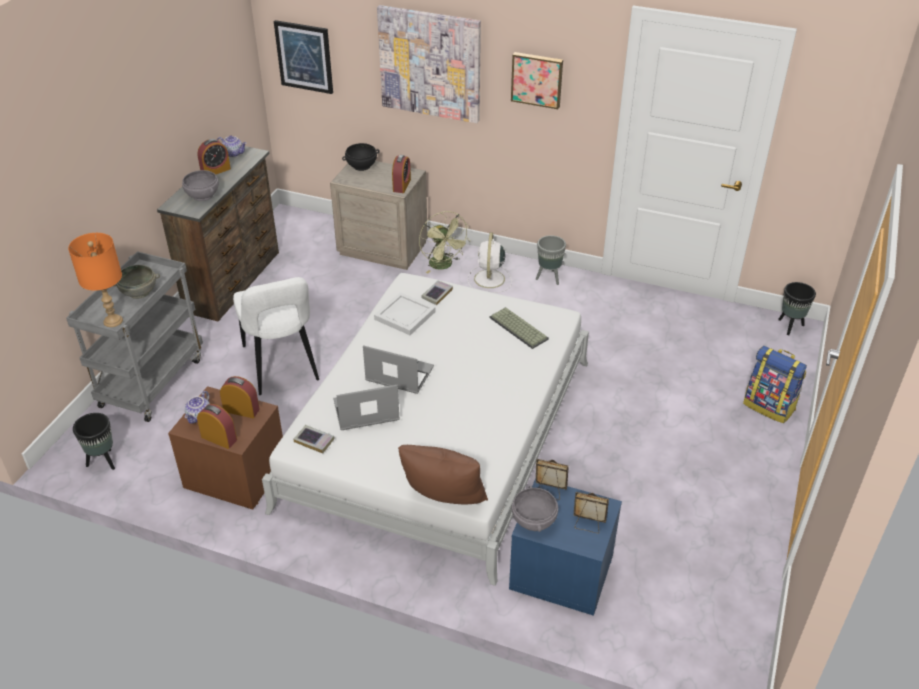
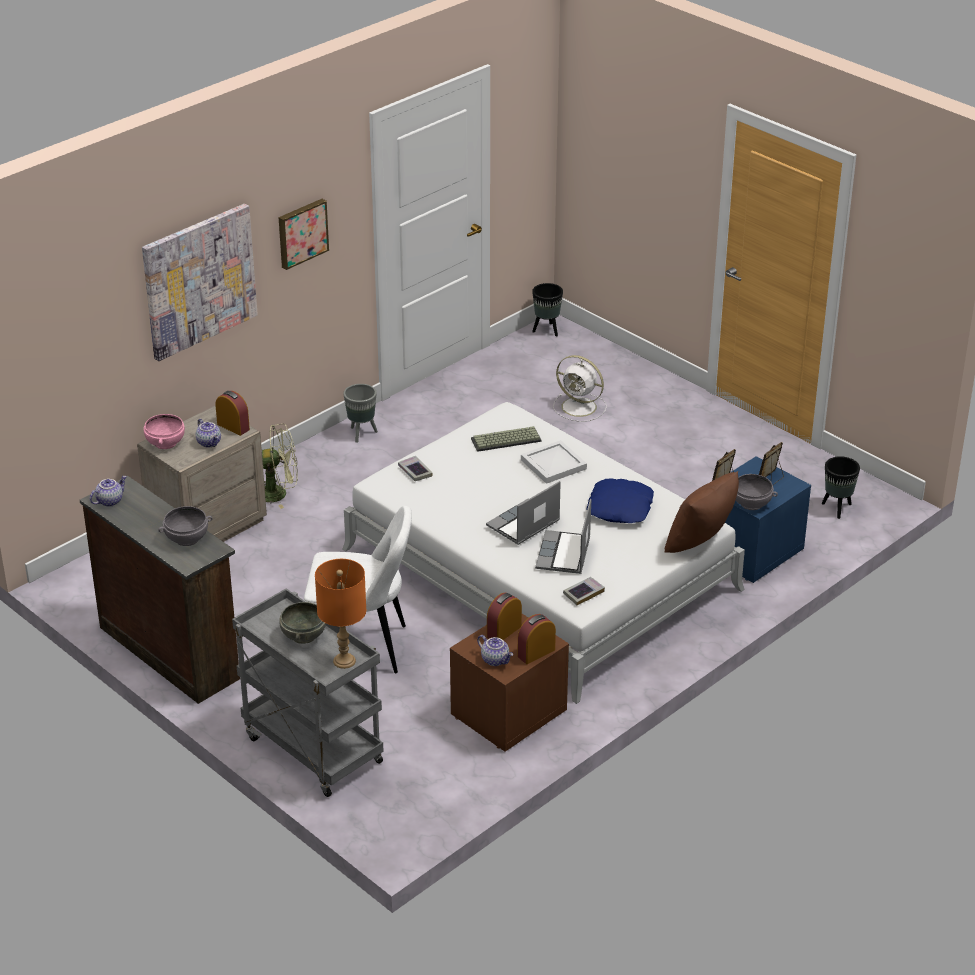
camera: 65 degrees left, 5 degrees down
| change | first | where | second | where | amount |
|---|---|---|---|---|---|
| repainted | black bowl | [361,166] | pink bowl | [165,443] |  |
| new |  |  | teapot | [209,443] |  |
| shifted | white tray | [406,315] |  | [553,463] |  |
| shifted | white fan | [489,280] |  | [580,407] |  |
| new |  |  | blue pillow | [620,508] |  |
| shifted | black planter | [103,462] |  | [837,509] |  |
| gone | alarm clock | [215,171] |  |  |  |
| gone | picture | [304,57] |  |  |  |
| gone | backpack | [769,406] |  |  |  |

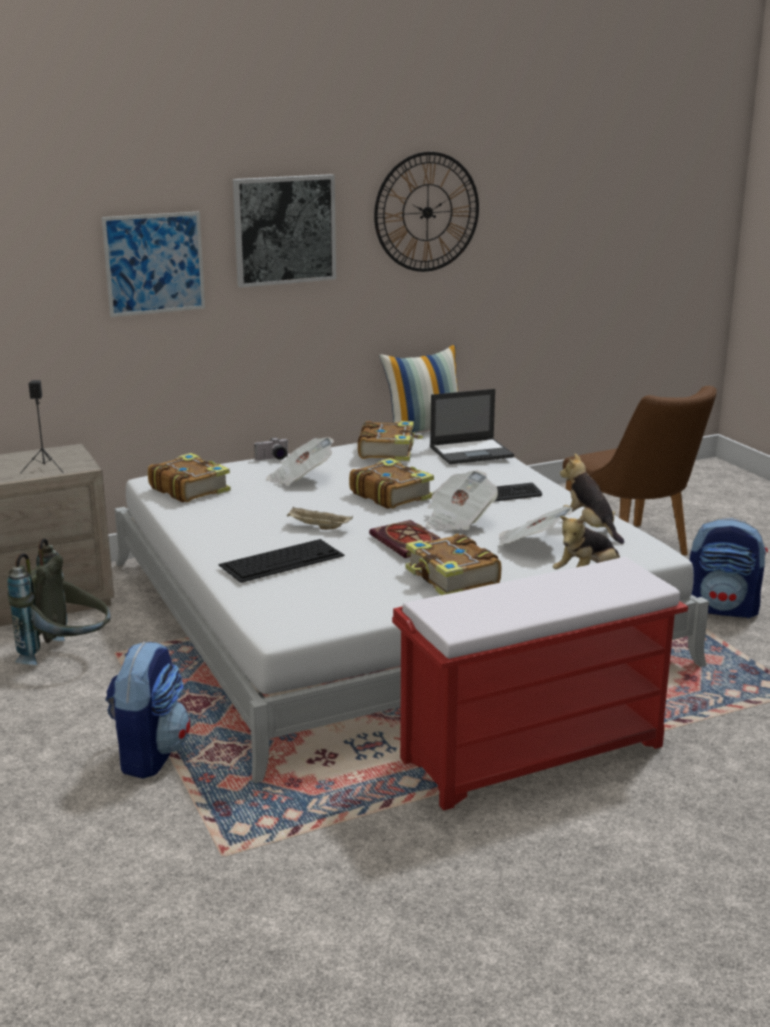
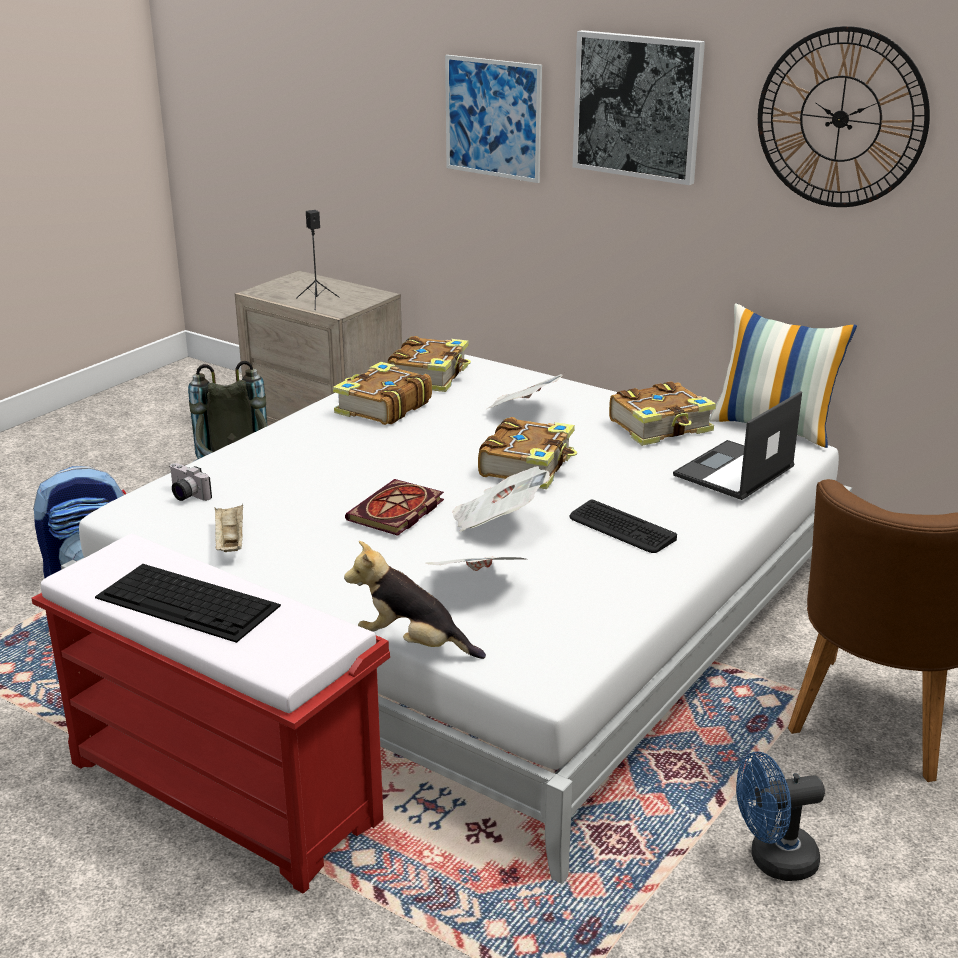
camera: 60 degrees right, 5 degrees up
| change | first | where | second | where | amount |
|---|---|---|---|---|---|
| shifted | keyboard | [282,560] |  | [189,602] |  |
| shifted | photo camera | [273,459] |  | [186,495] |  |
| shifted | beige tray | [318,527] |  | [230,541] |  |
| shifted | book | [451,578] |  | [382,407] |  |
| rotated | laptop | [472,452] |  | [733,471] | 90 degrees clockwise |
| swapped | backpack | [722,608] | blue fan | [773,861] |  |
| gone | plush toy | [590,527] |  |  |  |

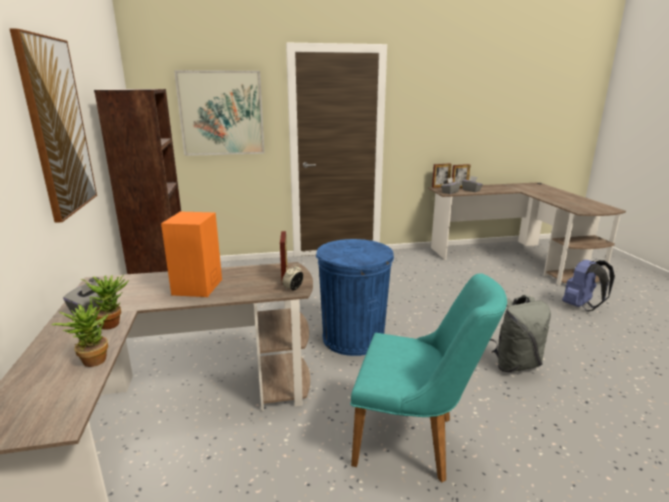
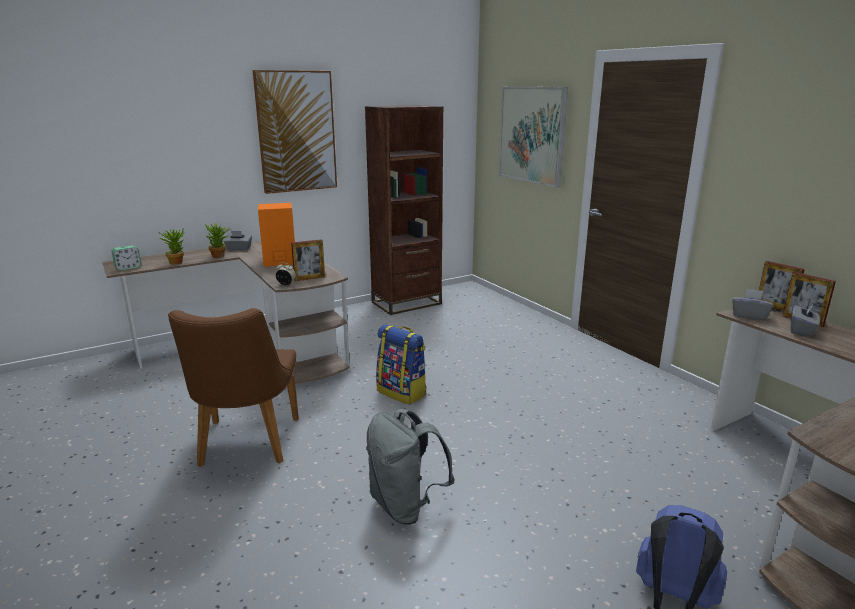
camera: 70 degrees right, 0 degrees up
| change | first | where | second | where | amount |
|---|---|---|---|---|---|
| new |  |  | alarm clock | [128,268] |  |
| repainted | turquoise chair | [415,441] | brown chair | [245,447] |  |
| swapped | blue trash can | [353,338] | backpack | [402,392] |  |

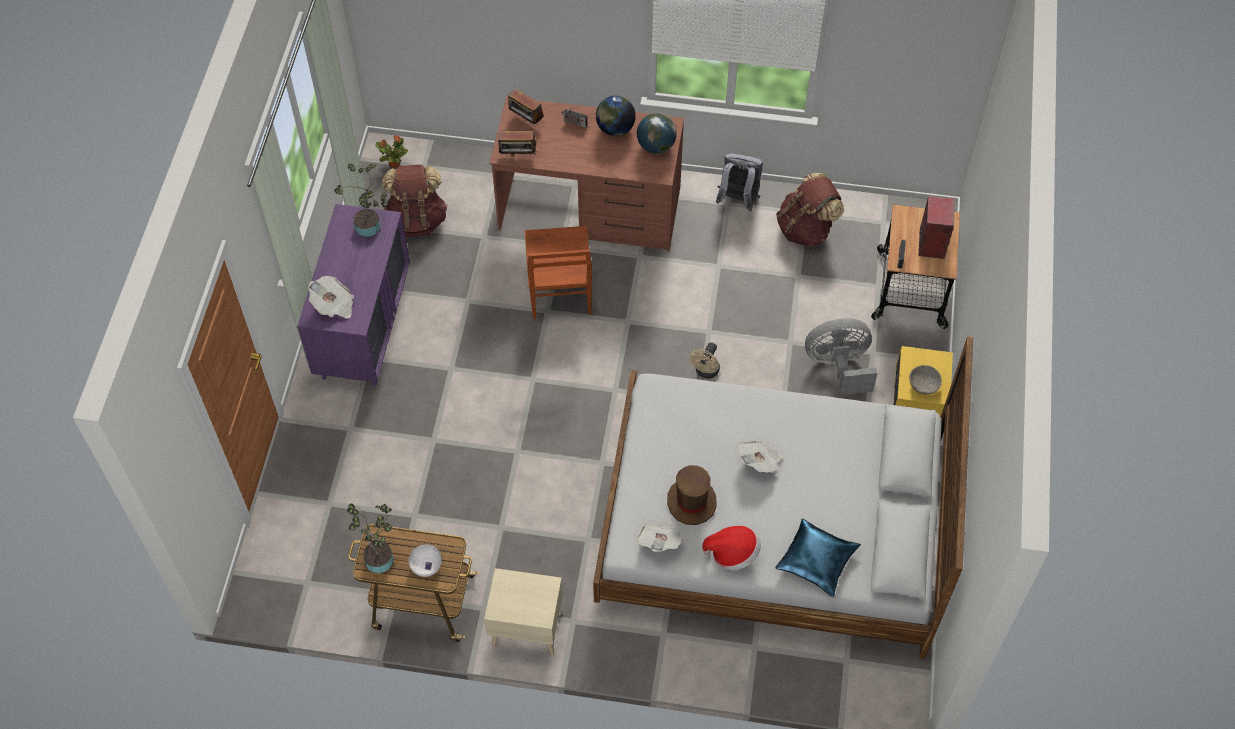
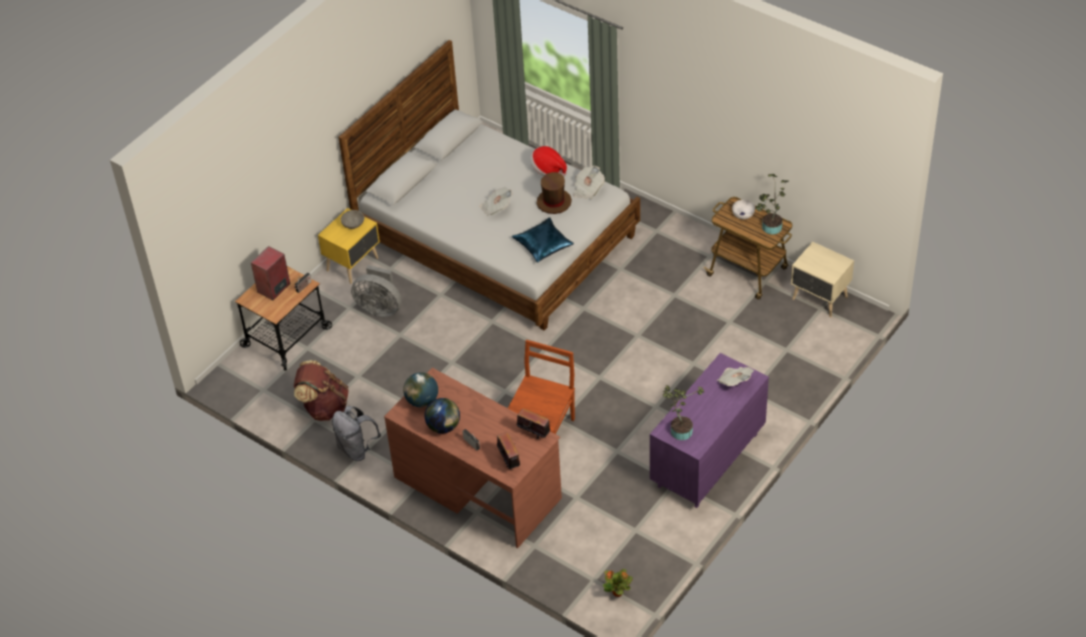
camera: 150 degrees left, 10 degrees down
| change | first | where | second | where | amount |
|---|---|---|---|---|---|
| shifted | blue pillow | [817,560] |  | [543,245] |  |
| shifted | beige nightstand | [526,627] |  | [820,299] |  |
| gone | brown backpack | [416,220] |  |  |  |
| gone | beige fan | [705,372] |  |  |  |

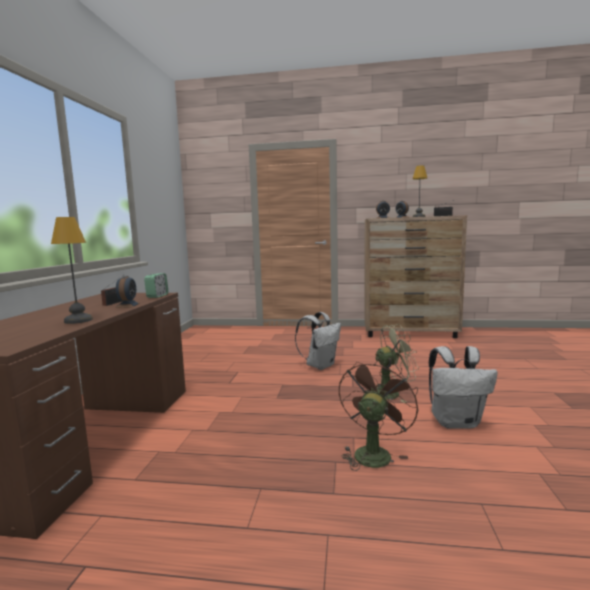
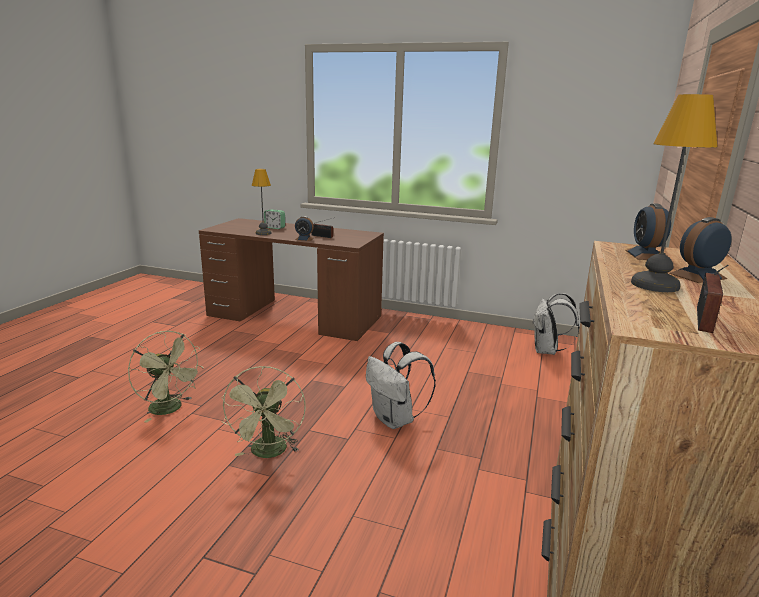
camera: 100 degrees right, 10 degrees up
| change | first | where | second | where | amount |
|---|---|---|---|---|---|
| repainted | brown fan | [373,452] | green fan | [170,409] |  |
| shifted | alarm clock | [157,296] |  | [275,228] |  |
| shifted | white backpack | [456,422] |  | [547,351] |  |

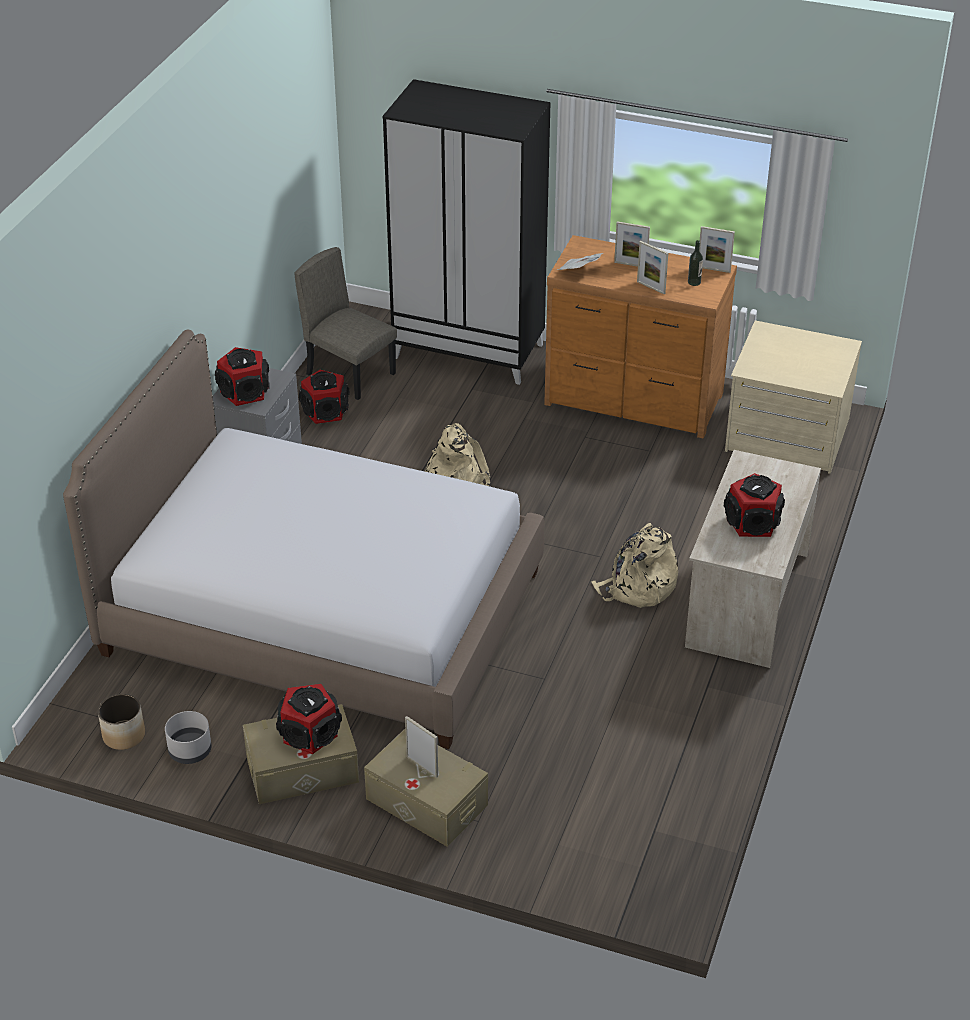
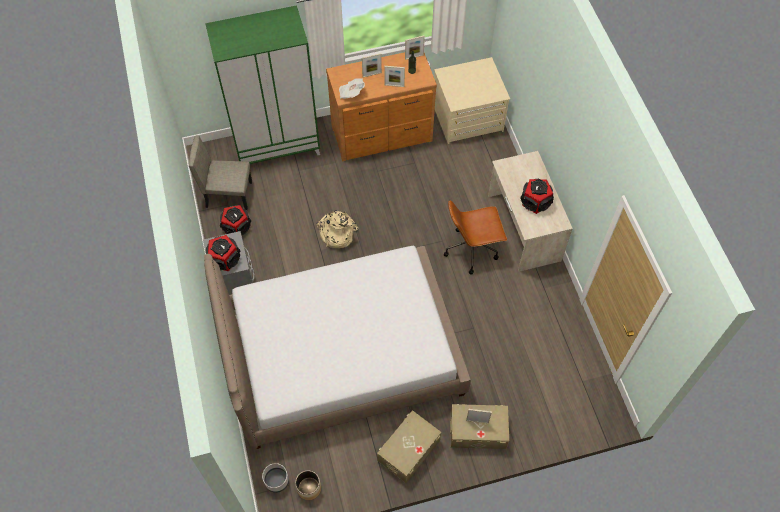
camera: 35 degrees left, 20 degrees up
| change | first | where | second | where | amount |
|---|---|---|---|---|---|
| repainted | black wardrobe | [469,351] | green wardrobe | [277,146] |  |
| shifted | grey planter | [189,750] |  | [276,481] |  |
| swapped | beige backpack | [637,587] | brown office chair | [472,249] |  |
| gone | speaker | [309,733] |  |  |  |

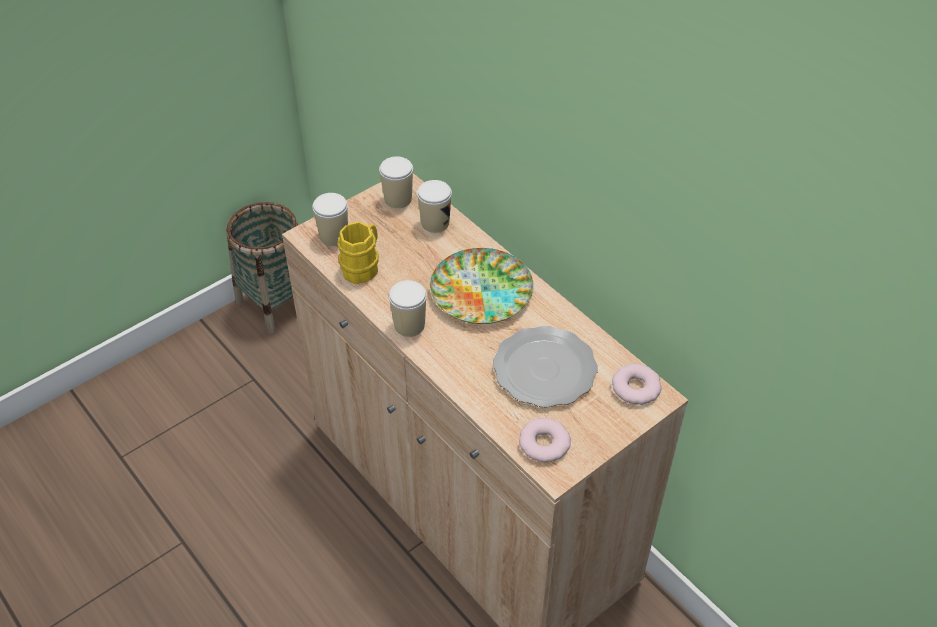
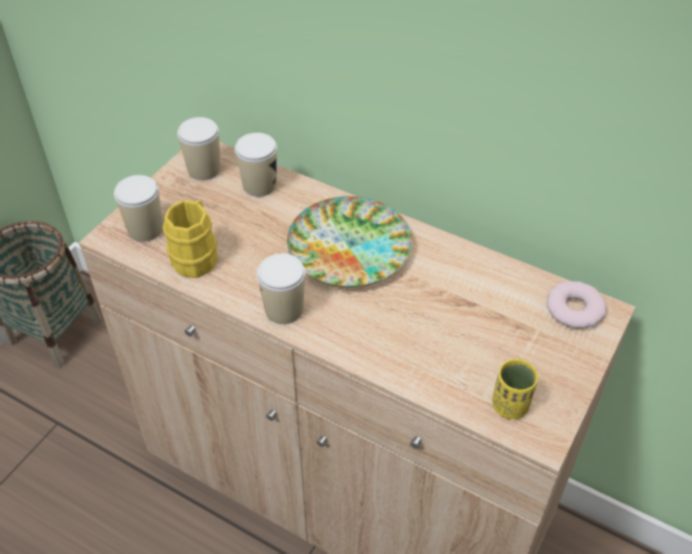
camera: 20 degrees left, 0 degrees up
| change | first | where | second | where | amount |
|---|---|---|---|---|---|
| swapped | donut | [544,443] | yellow cup | [510,406] |  |
| gone | plate | [544,368] |  |  |  |

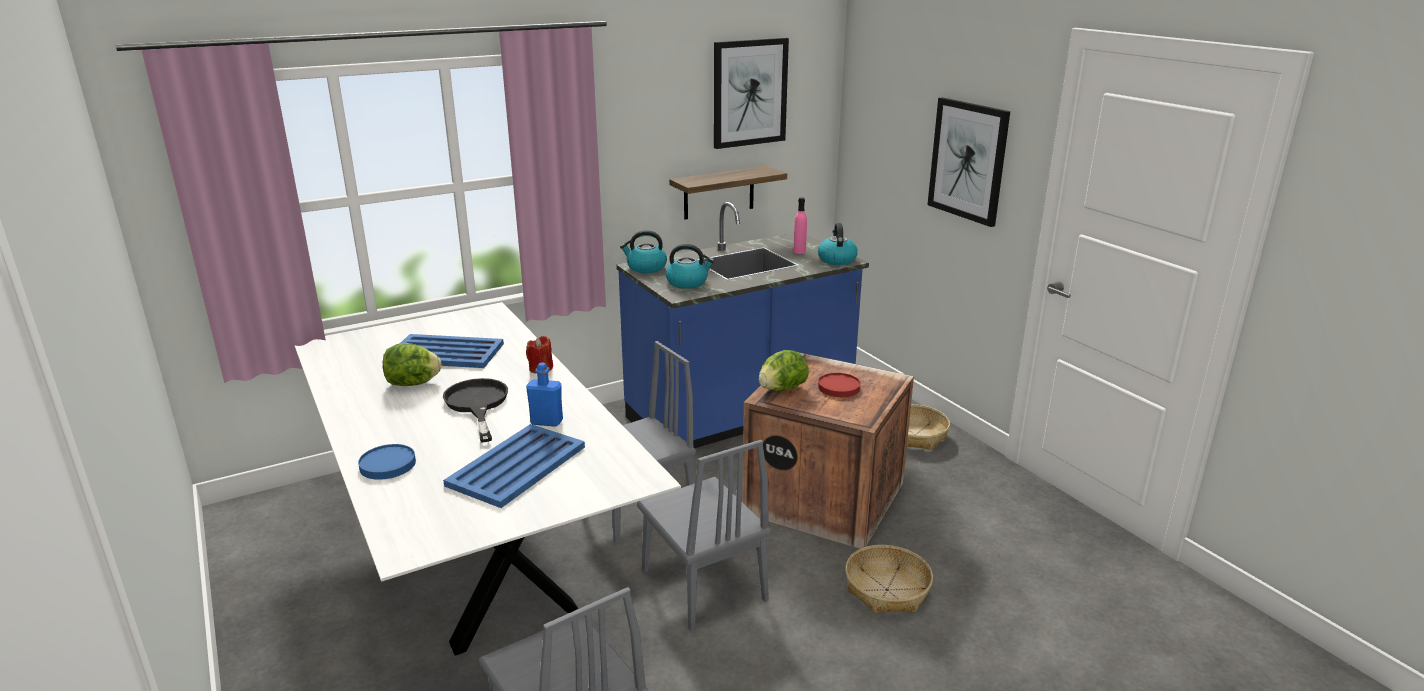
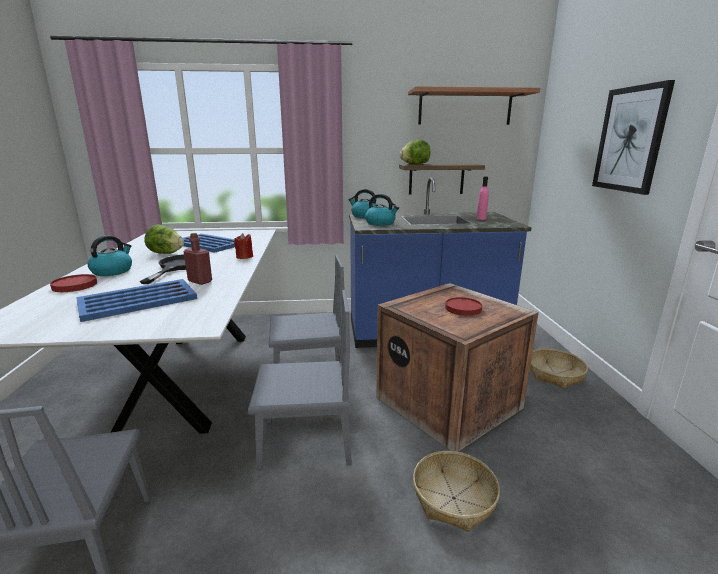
camera: 25 degrees right, 5 degrees down
| change | first | where | second | where | amount |
|---|---|---|---|---|---|
| repainted | blue plate | [388,464] | red plate | [75,285] |  |
| shifted | kettle | [836,259] |  | [112,271] |  |
| repainted | blue bottle | [546,422] | red bottle | [200,281] |  |
| rotated | grey chair | [703,584] |  | [305,441] | 90 degrees counterclockwise |
| shifted | lettuce | [782,389] |  | [415,164] |  |
| swapped | picture | [749,93] | shelf | [465,108] |  |

